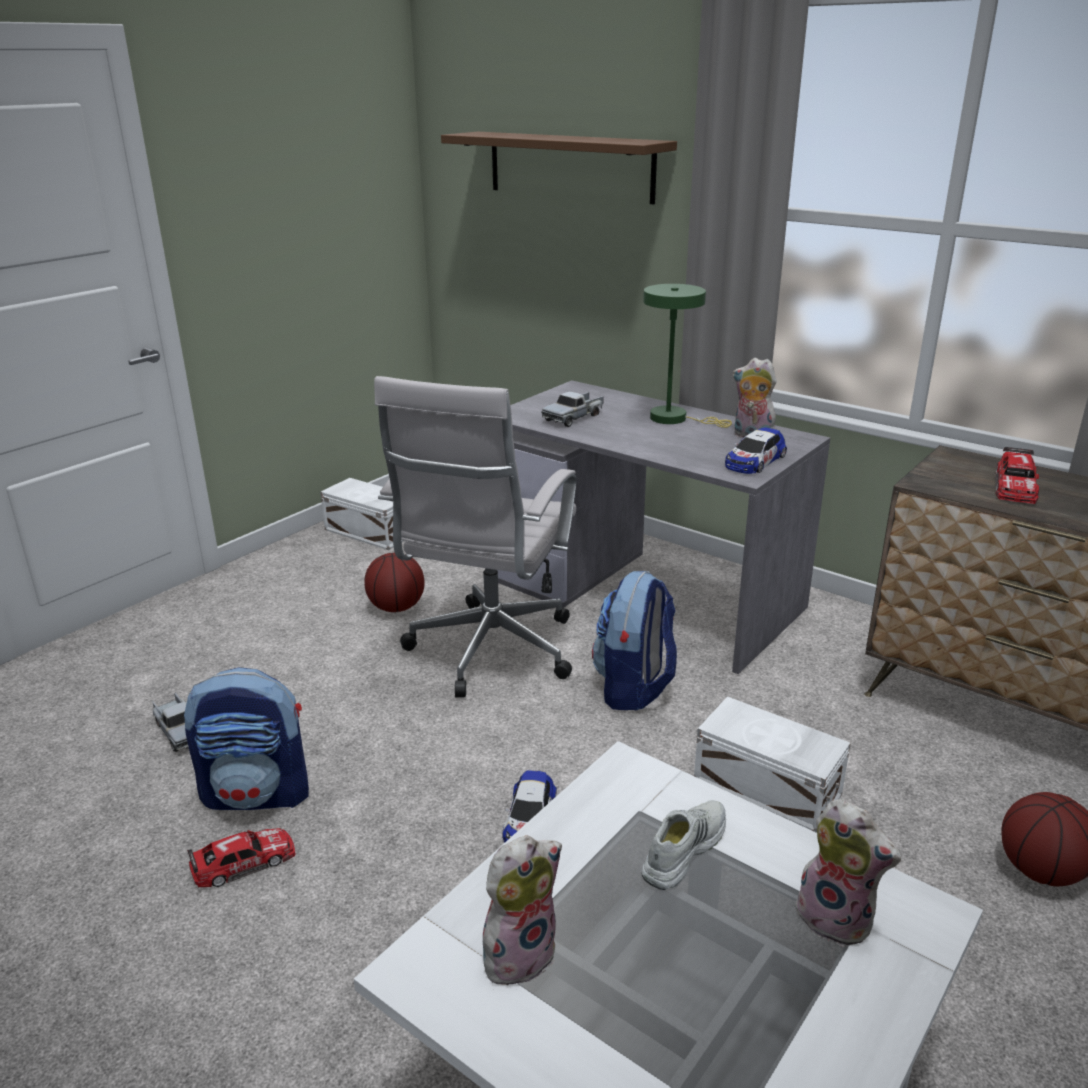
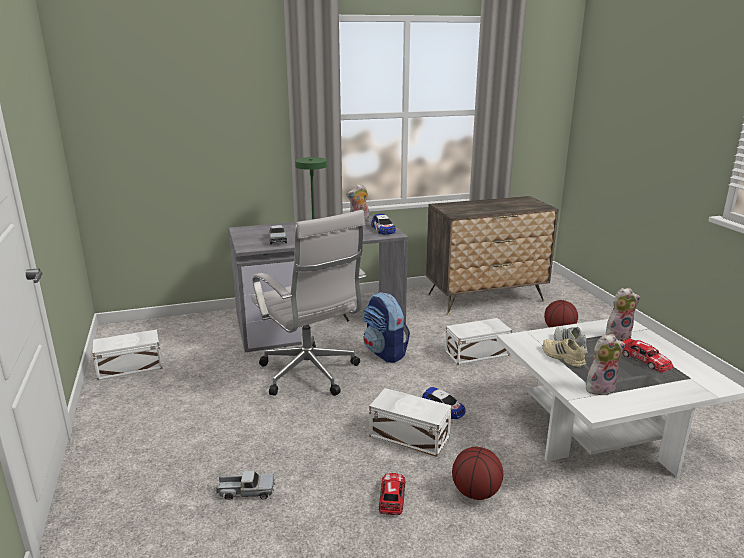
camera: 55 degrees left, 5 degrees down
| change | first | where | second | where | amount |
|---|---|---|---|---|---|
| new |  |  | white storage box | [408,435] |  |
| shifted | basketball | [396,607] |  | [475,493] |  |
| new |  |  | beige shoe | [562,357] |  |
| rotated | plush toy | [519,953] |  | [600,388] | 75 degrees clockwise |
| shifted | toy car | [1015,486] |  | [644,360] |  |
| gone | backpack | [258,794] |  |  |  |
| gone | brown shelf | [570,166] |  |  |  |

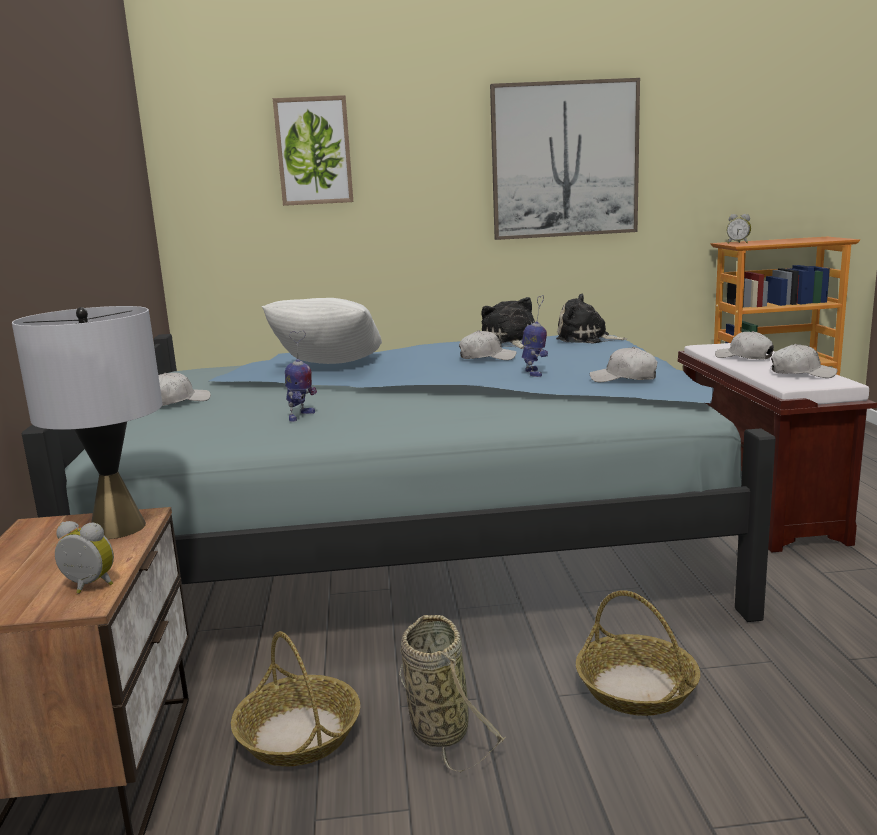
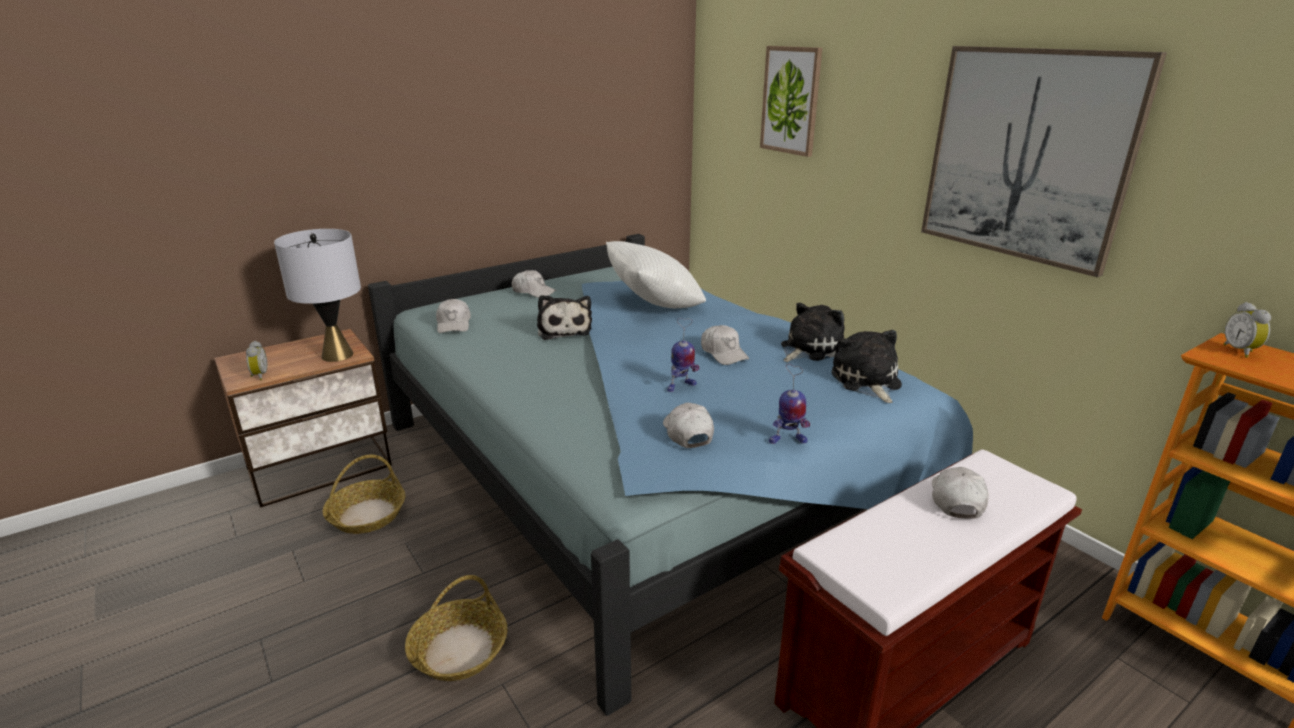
camera: 60 degrees right, 10 degrees up
| change | first | where | second | where | amount |
|---|---|---|---|---|---|
| shifted | white cap | [802,373] |  | [454,324] |  |
| new |  |  | plush toy | [564,330] |  |
| shifted | toy robot | [300,416] |  | [787,440] |  |
| gone | basket | [438,727] |  |  |  |

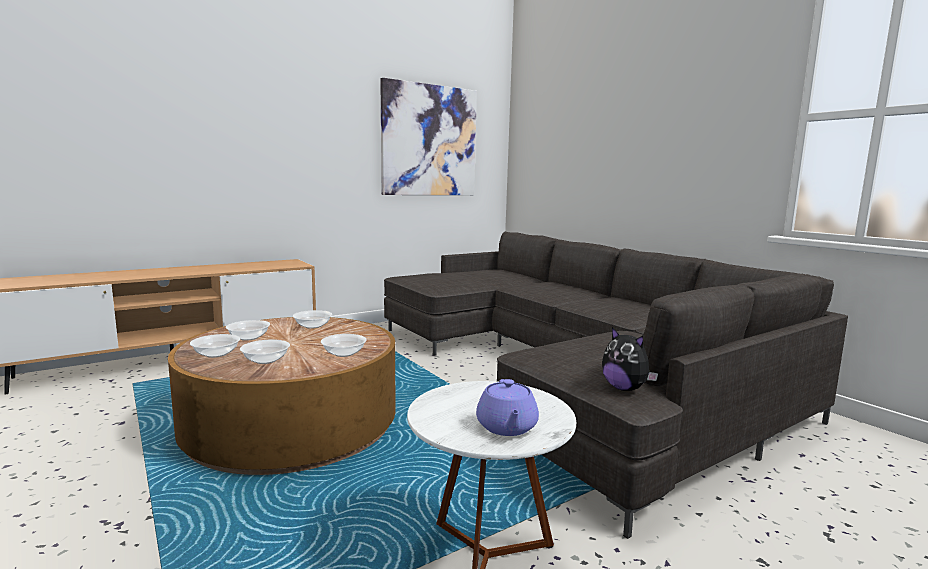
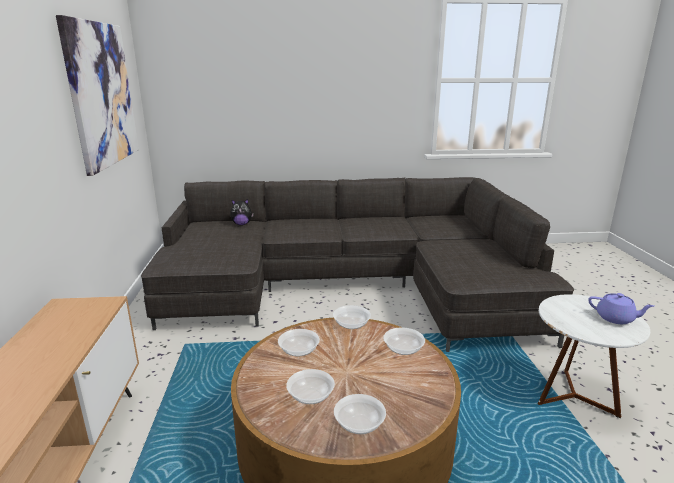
camera: 60 degrees left, 10 degrees up
| change | first | where | second | where | amount |
|---|---|---|---|---|---|
| shifted | plush toy | [625,388] |  | [242,224] |  |
| shifted | bowl | [265,360] |  | [351,325] |  |

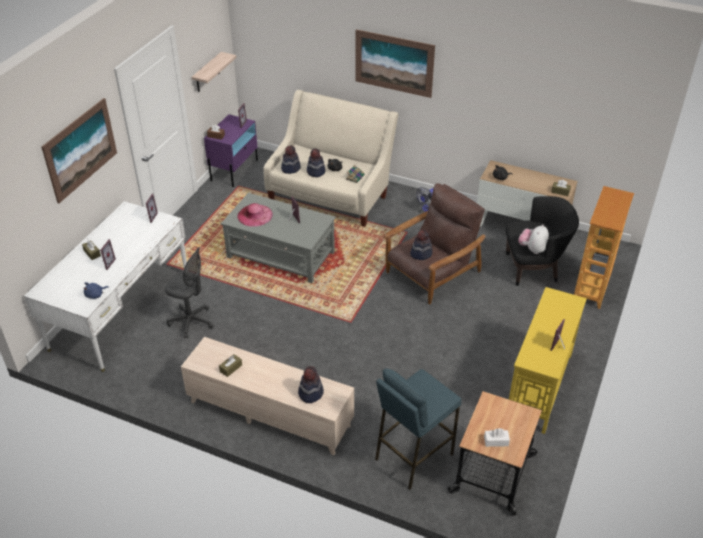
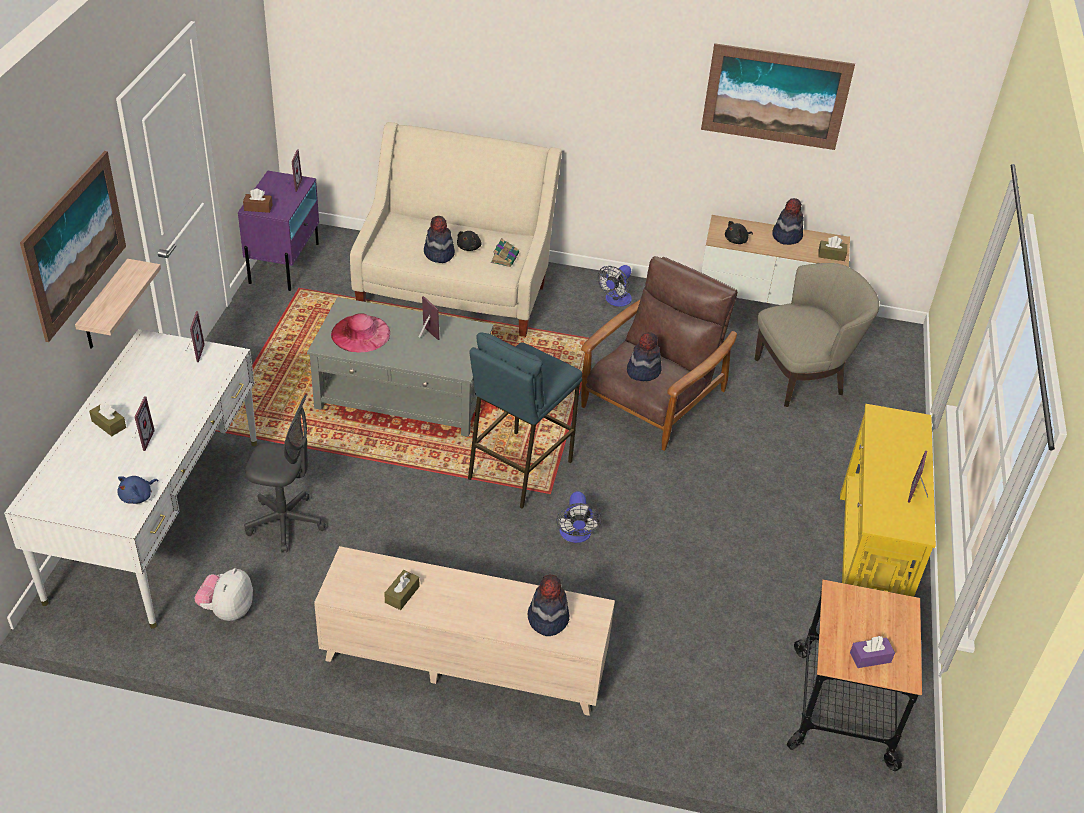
camera: 15 degrees left, 0 degrees up
| change | first | where | second | where | amount |
|---|---|---|---|---|---|
| shifted | shelf | [207,73] |  | [105,307] |  |
| shifted | plush toy | [532,249] |  | [227,610] |  |
| shifted | blue stool | [413,456] |  | [518,469] |  |
| new |  |  | fan | [575,535] |  |
| shifted | picture | [394,63] |  | [775,96] |  |
| repainted | black armchair | [534,268] | beige armchair | [802,377] |  |
| shifted | hat | [290,168] |  | [786,236] |  |
| repainted | white tissue box | [496,441] | purple tissue box | [870,657] |  |
| gone | bookcase | [592,288] |  |  |  |

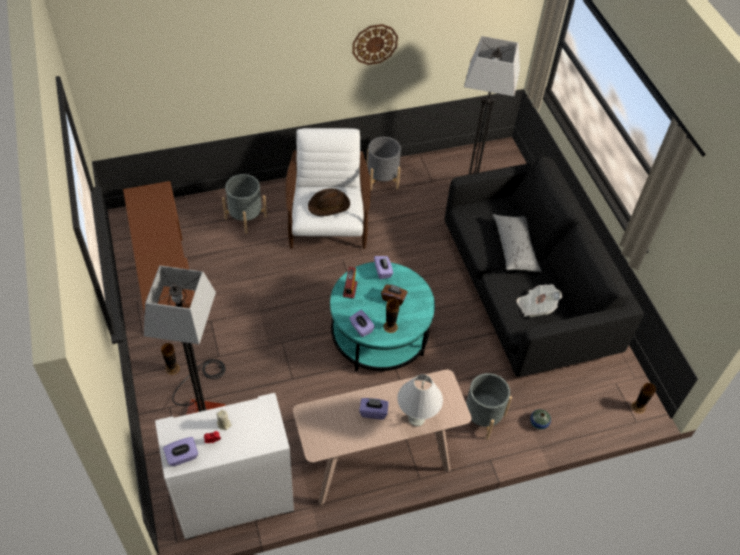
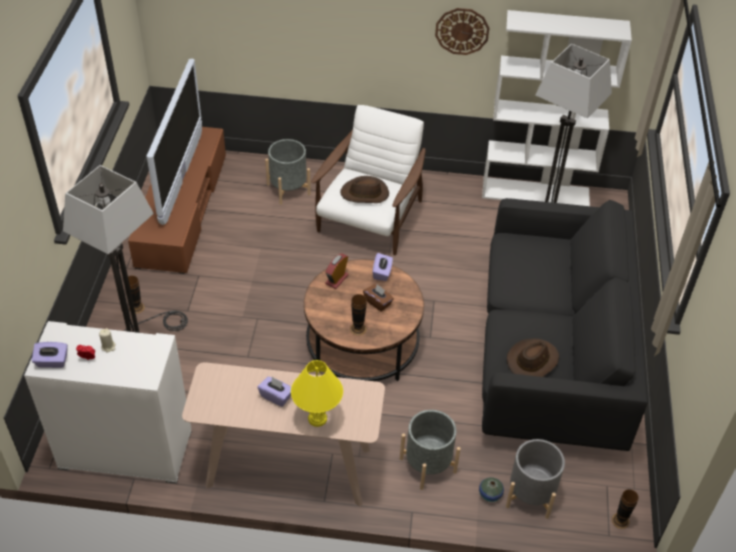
camera: 25 degrees right, 5 degrees down
| change | first | where | second | where | amount |
|---|---|---|---|---|---|
| new |  |  | television | [182,177] |  |
| repainted | white table lamp | [416,418] | yellow table lamp | [317,418] |  |
| repainted | turquoise coffee table | [379,334] | brown coffee table | [362,344] |  |
| new |  |  | white bookcase | [536,193] |  |
| shifted | grey planter | [382,179] |  | [530,495] |  |
| swapped | newspaper | [536,306] | brown hat | [532,360] |  |
| gone | purple tissue box | [361,328] |  |  |  |
| gone | grey pillow | [515,248] |  |  |  |

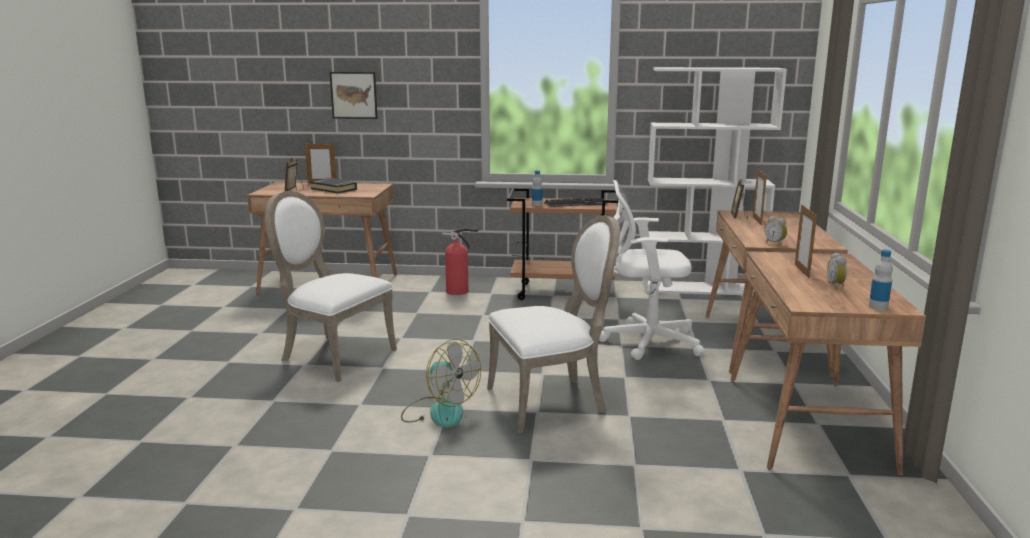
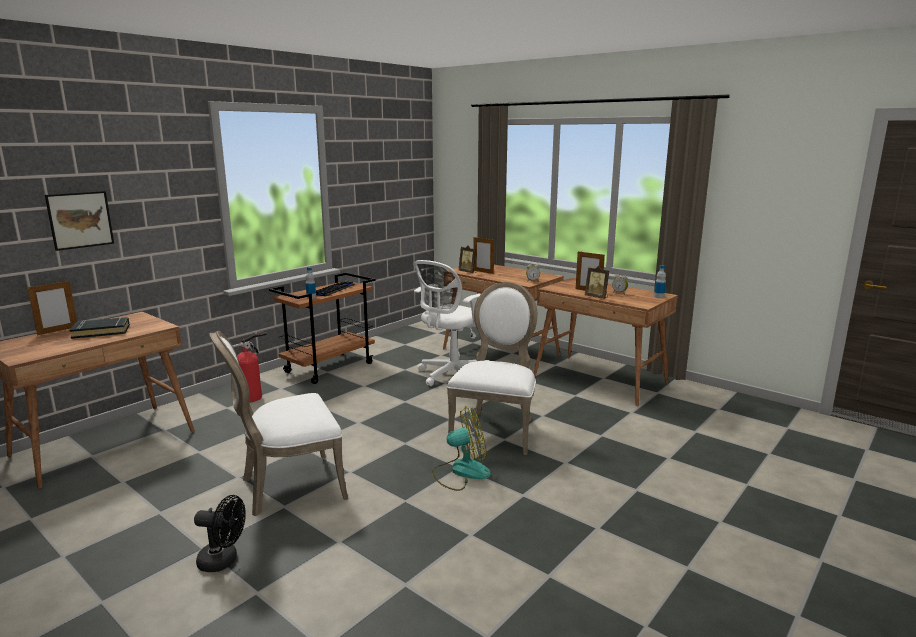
camera: 55 degrees left, 0 degrees up
| change | first | where | second | where | amount |
|---|---|---|---|---|---|
| new |  |  | black fan | [223,561] |  |
| shifted | picture frame | [295,190] |  | [597,297] |  |
| gone | white bookcase | [702,288] |  |  |  |

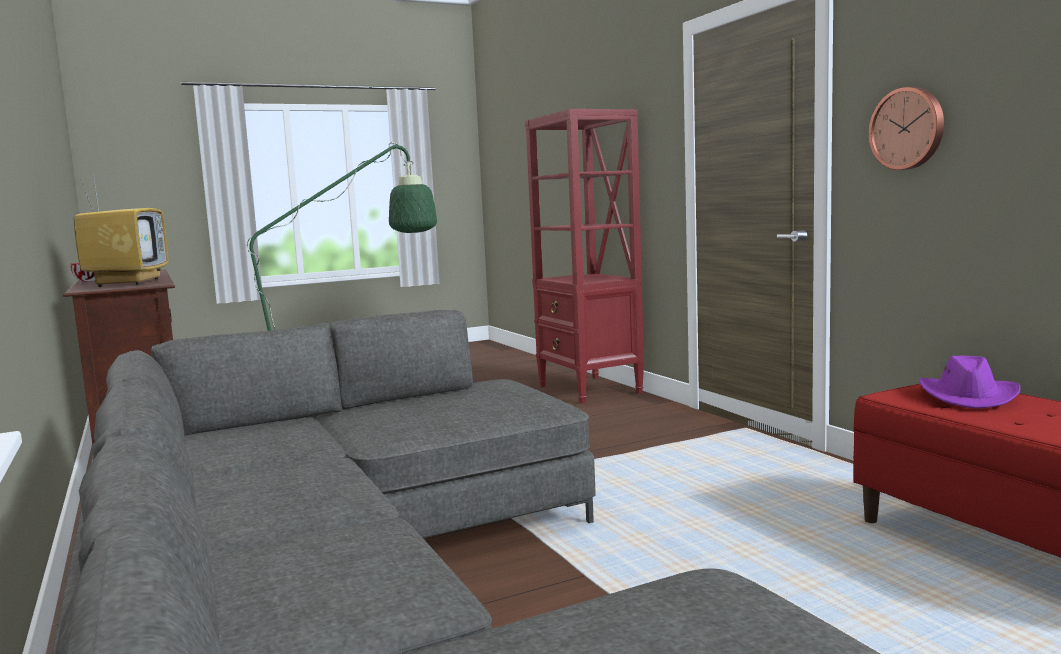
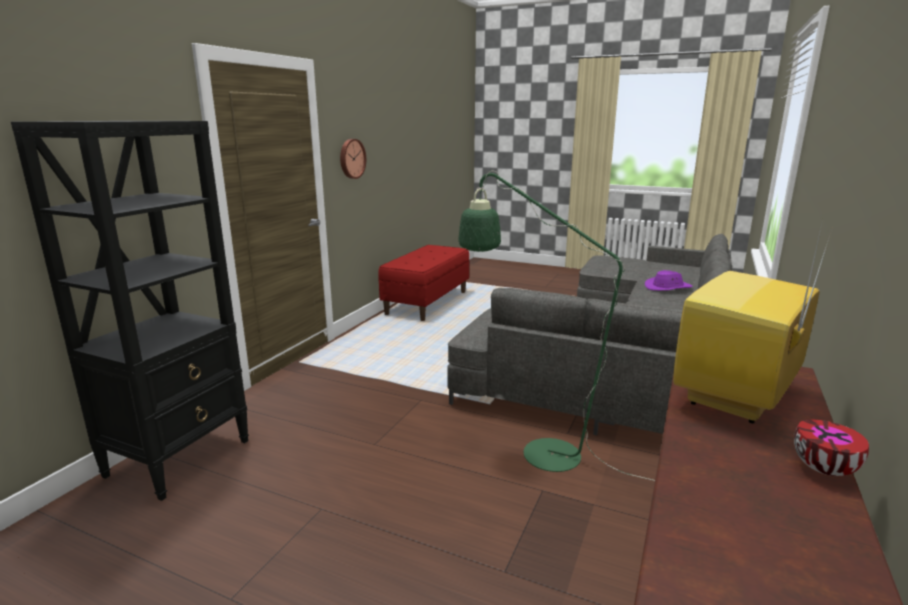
camera: 130 degrees left, 10 degrees up
| change | first | where | second | where | amount |
|---|---|---|---|---|---|
| repainted | red bookcase | [589,390] | black bookcase | [180,457] |  |
| shifted | purple hat | [968,397] |  | [668,287] |  |

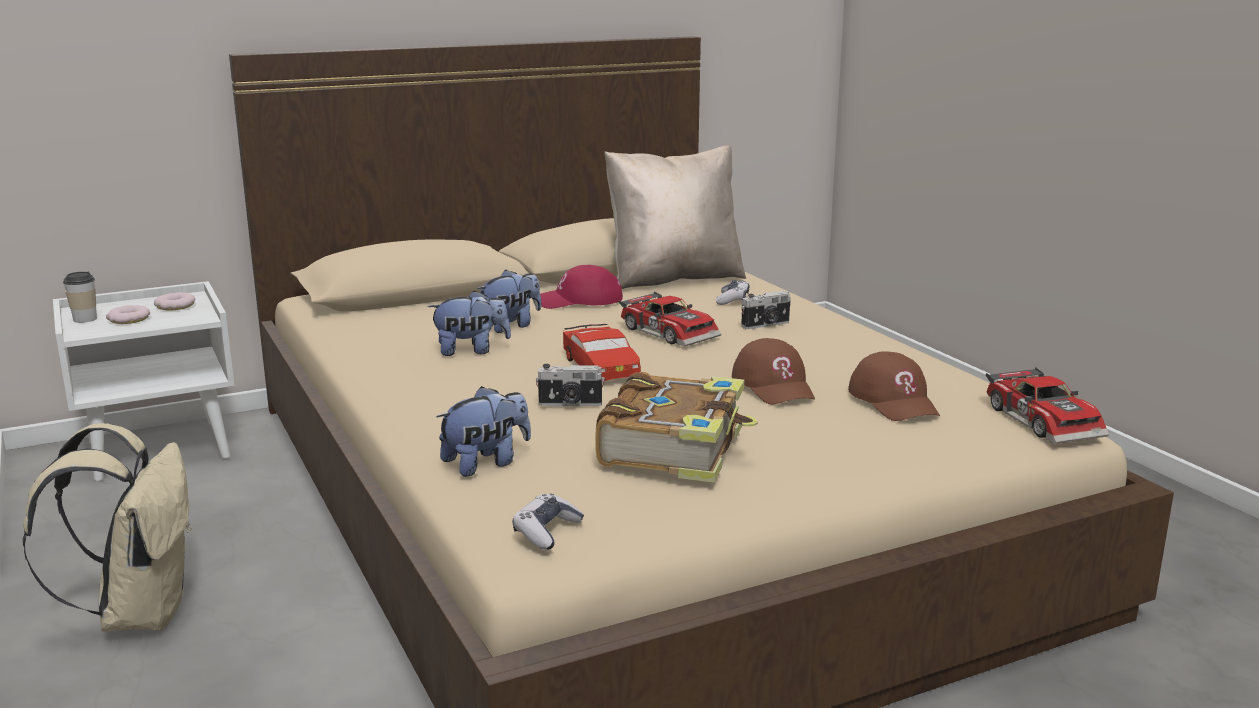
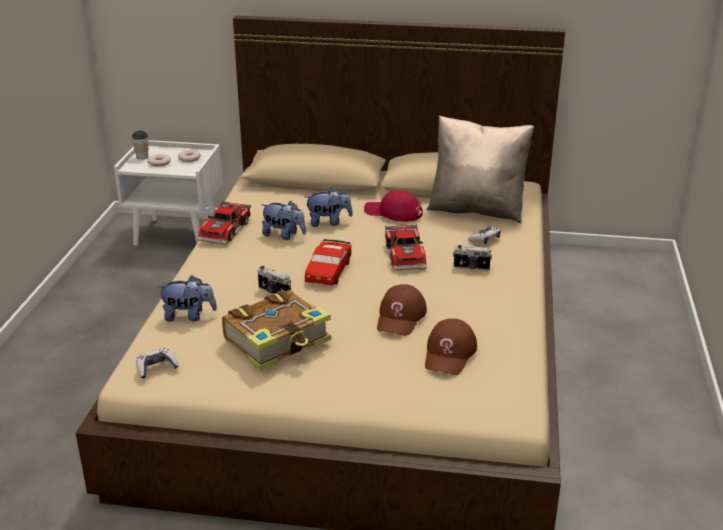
camera: 35 degrees right, 10 degrees up
| change | first | where | second | where | amount |
|---|---|---|---|---|---|
| shifted | toy car | [1046,420] |  | [227,231] |  |
| gone | beige backpack | [140,613] |  |  |  |

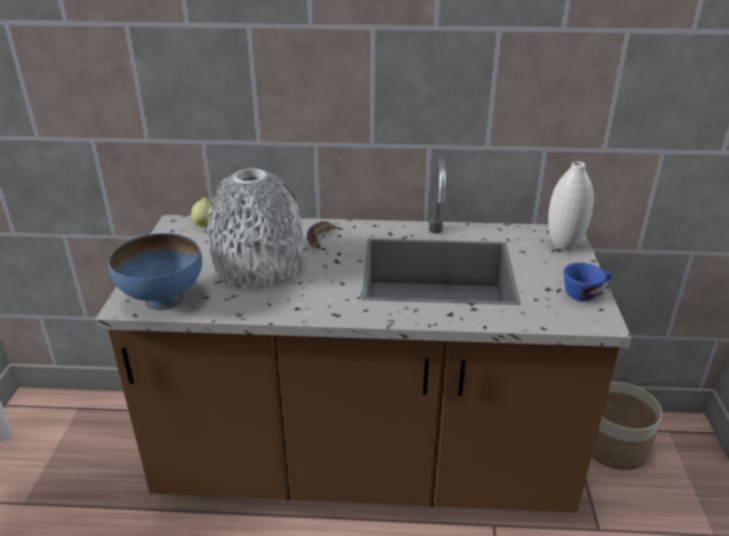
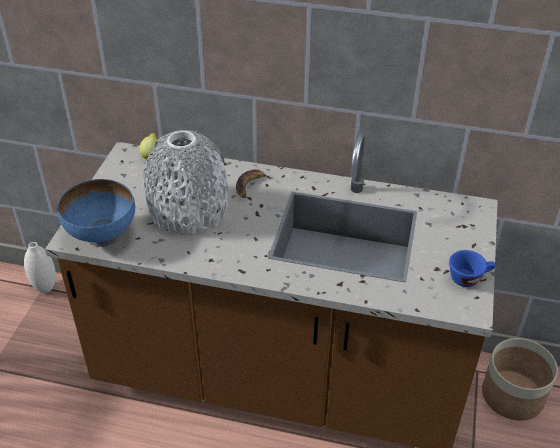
camera: 10 degrees right, 10 degrees up
| change | first | where | second | where | amount |
|---|---|---|---|---|---|
| shifted | white vase | [563,245] |  | [45,288] |  |

